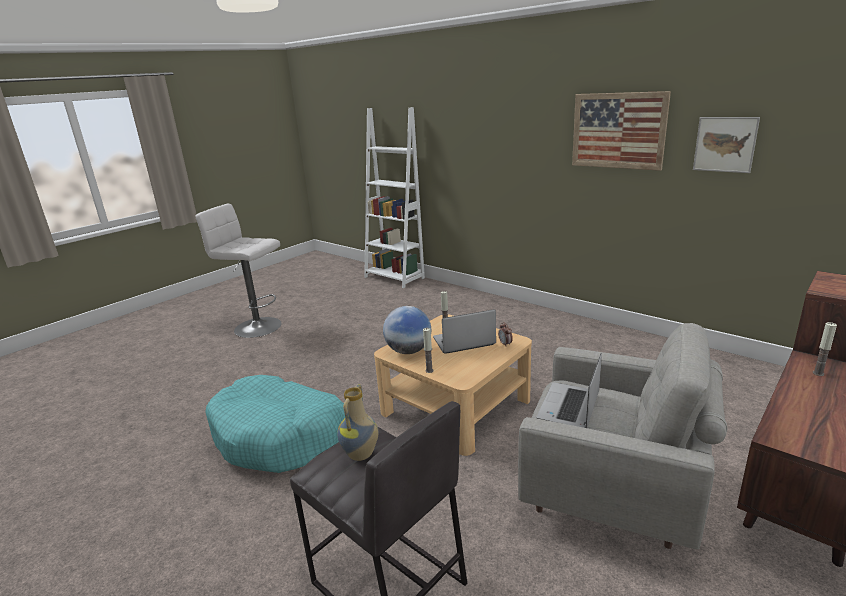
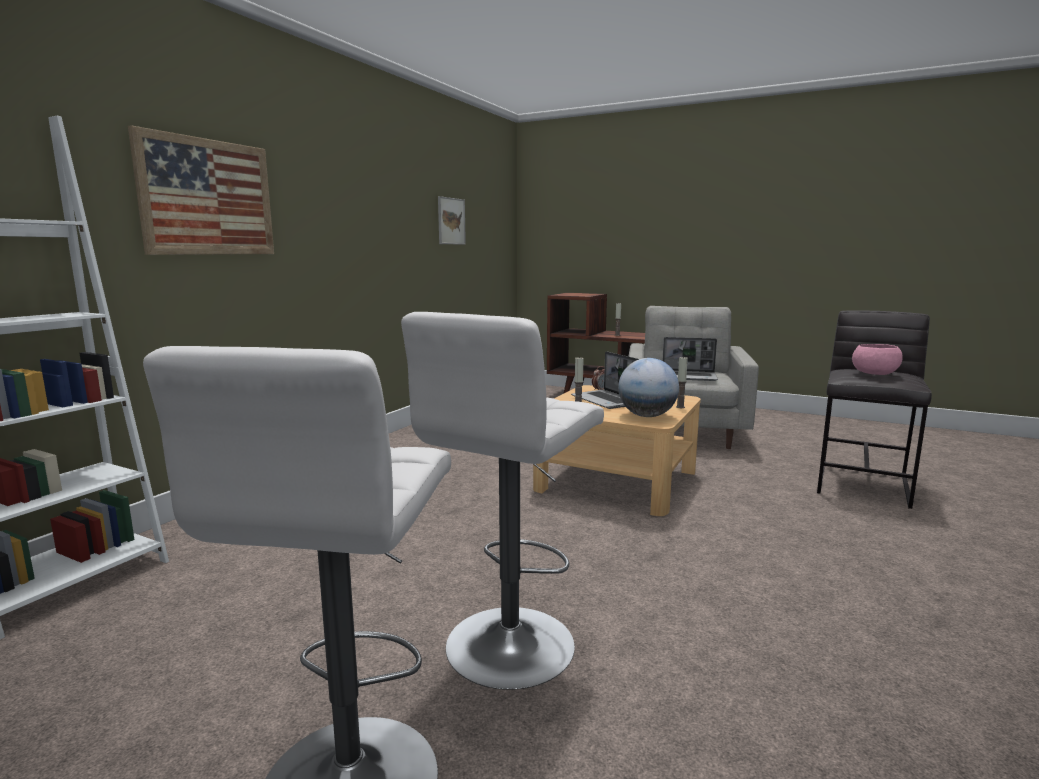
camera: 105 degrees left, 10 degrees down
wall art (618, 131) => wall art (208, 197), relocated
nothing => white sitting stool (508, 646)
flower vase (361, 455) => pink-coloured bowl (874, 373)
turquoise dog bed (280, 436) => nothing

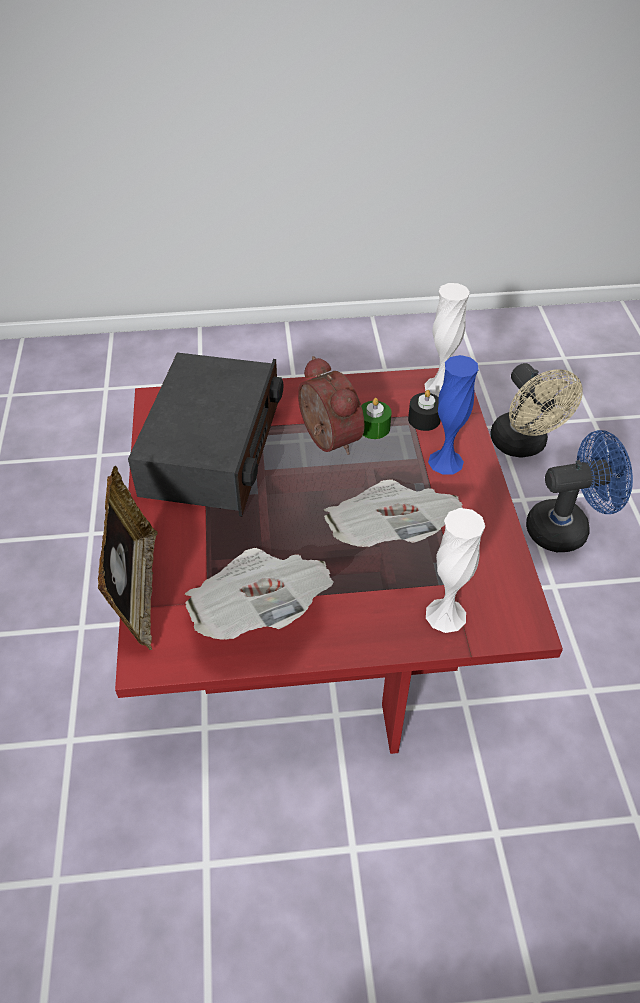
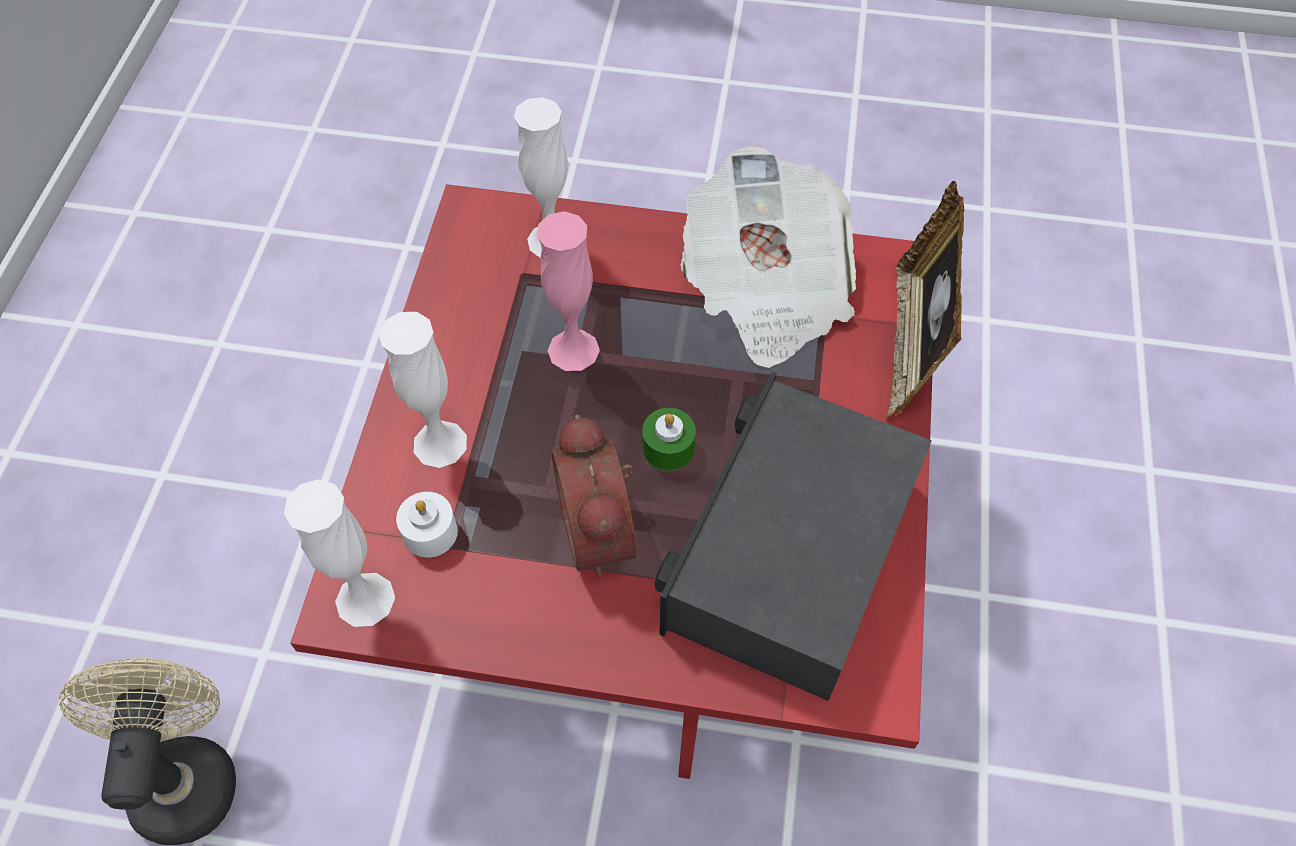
camera: 165 degrees left, 10 degrees up
blue flower vase (445, 462) => white flower vase (440, 443)
black wax candle (424, 419) => white wax candle (430, 532)
printed paper (389, 534) => pink-coloured flower vase (573, 350)
green wax candle (373, 427) => green wax candle (668, 448), relocated
blue fan (566, 527) => nothing

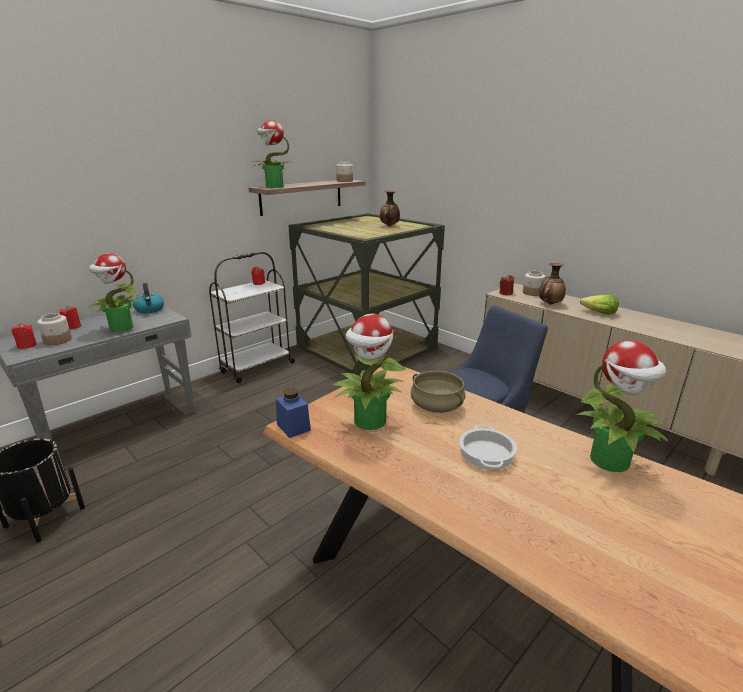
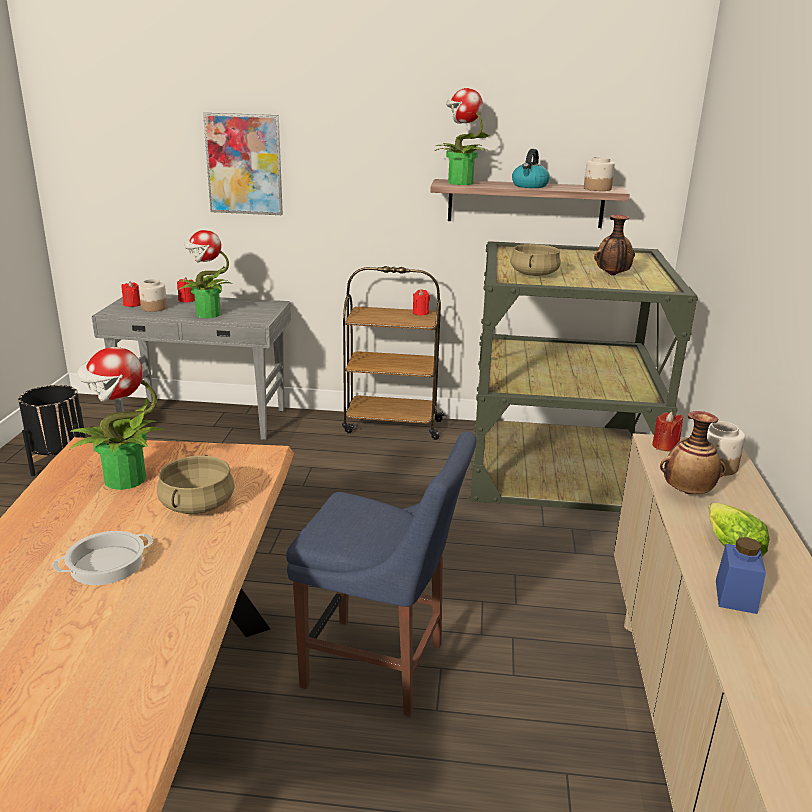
camera: 50 degrees right, 0 degrees up
nothing => wall art (244, 164)
white cart (256, 368) => brownish cart (391, 426)
nothing => sand-coloured cooking pot (534, 274)
water kettle (150, 309) => water kettle (529, 186), relocated
blue jar (293, 427) => blue jar (735, 596), relocated
plant in a pot (611, 461) => nothing

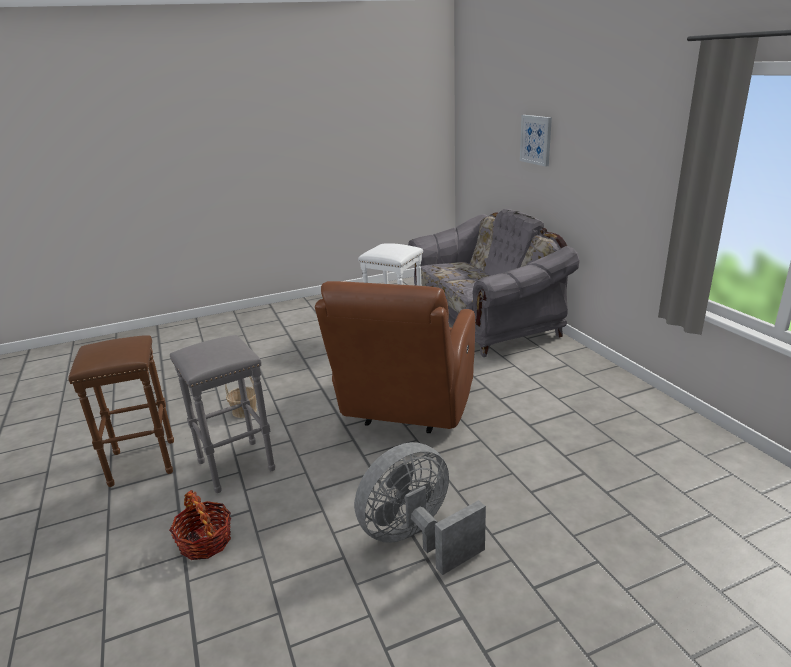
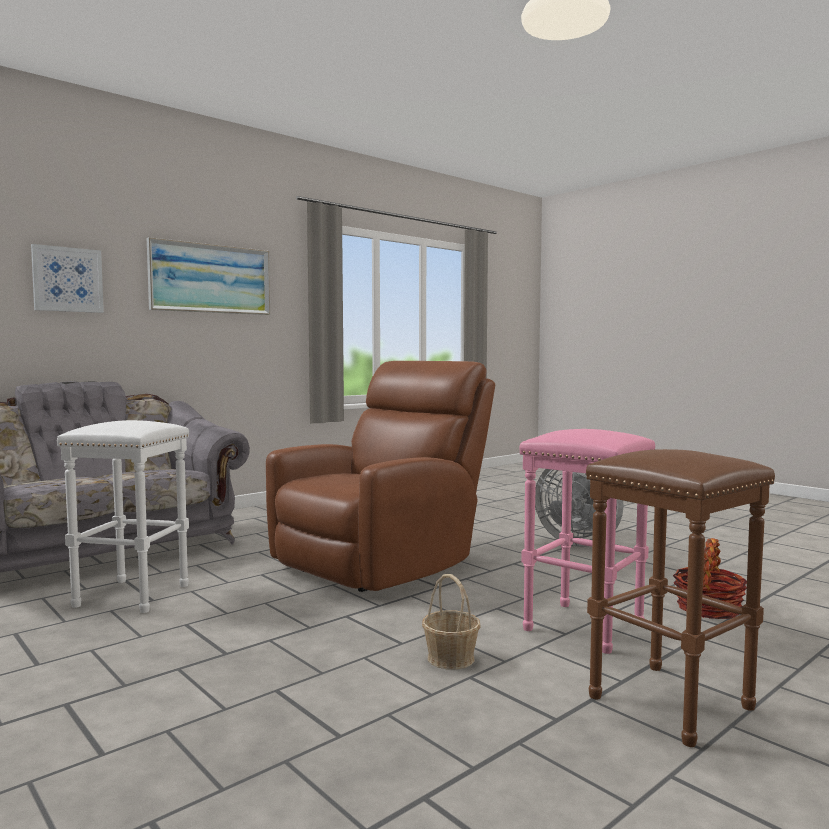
camera: 110 degrees left, 20 degrees down
nothing => wall art (211, 279)
brownish easy chair (406, 409) => brownish easy chair (382, 564), 45 degrees counterclockwise
greyish sitting stool (237, 464) => pink-coloured sitting stool (581, 627)

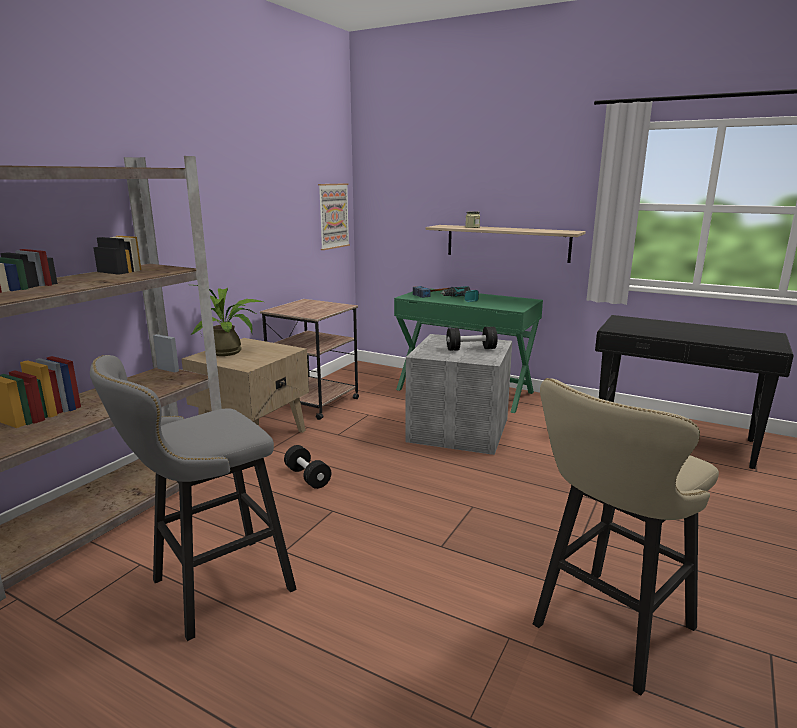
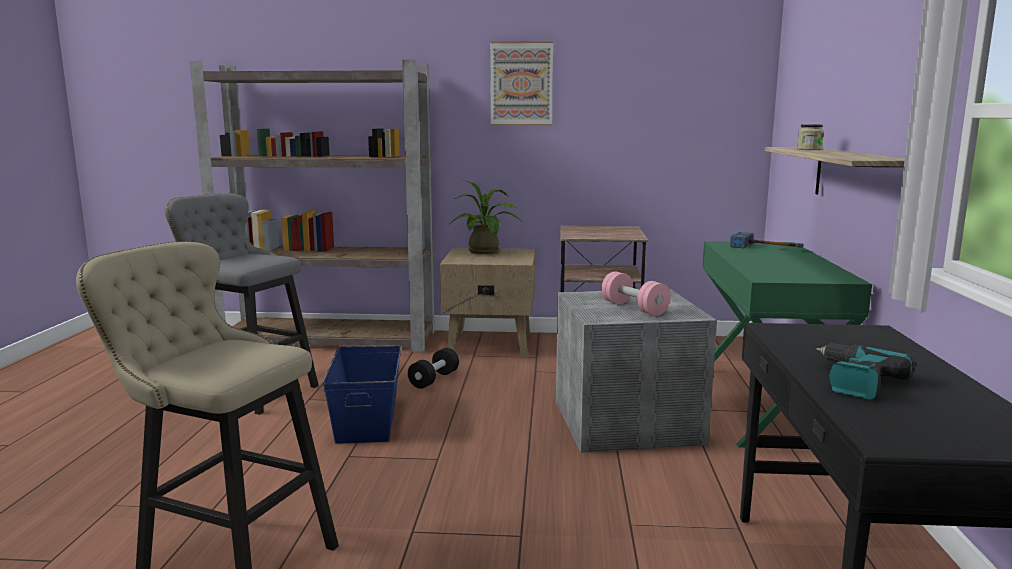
camera: 65 degrees right, 5 degrees down
nothing => blue storage box (368, 419)
wall art (333, 216) => wall art (521, 84), relocated
black dumbbell (471, 349) => pink-coloured dumbbell (634, 308)
drill (460, 299) => drill (854, 381), relocated

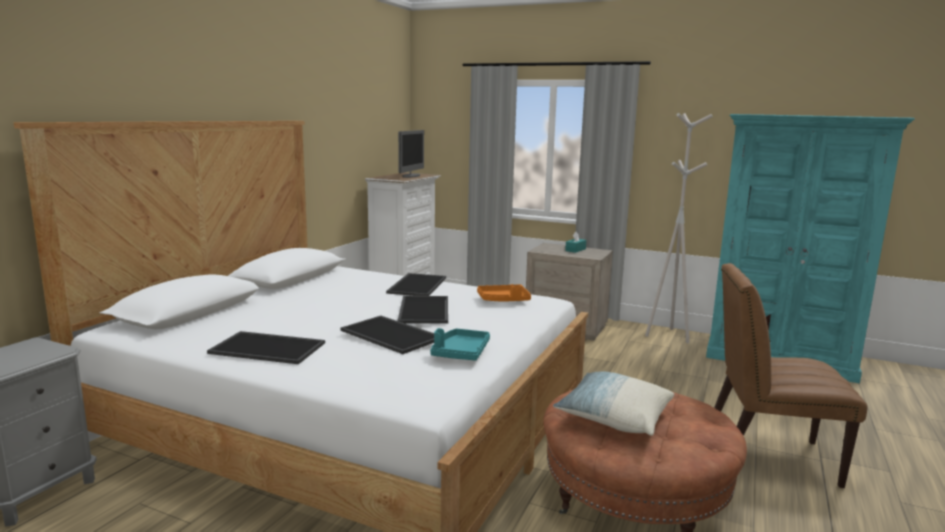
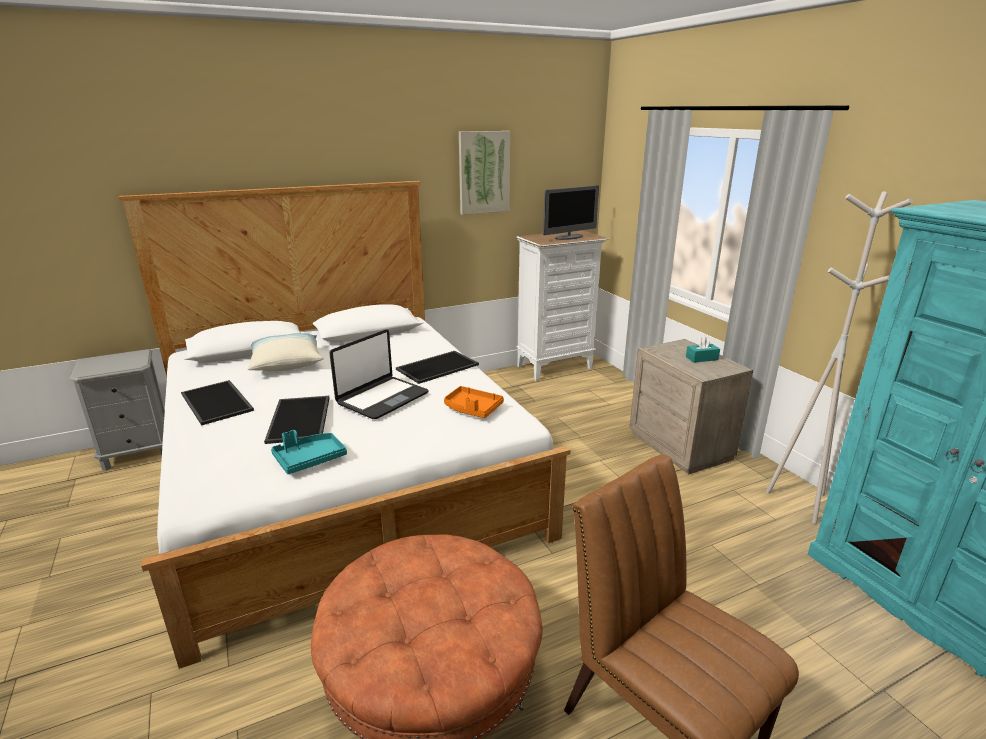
camera: 40 degrees right, 10 degrees up
throw pillow (614, 418) => throw pillow (286, 363), relocated
serving tray (422, 309) => notebook computer (382, 398)
nothing => wall art (484, 172)

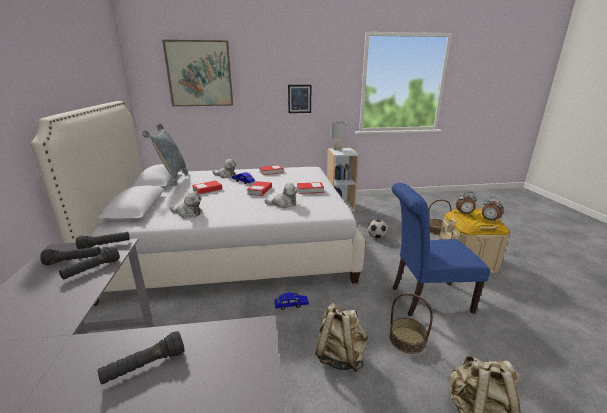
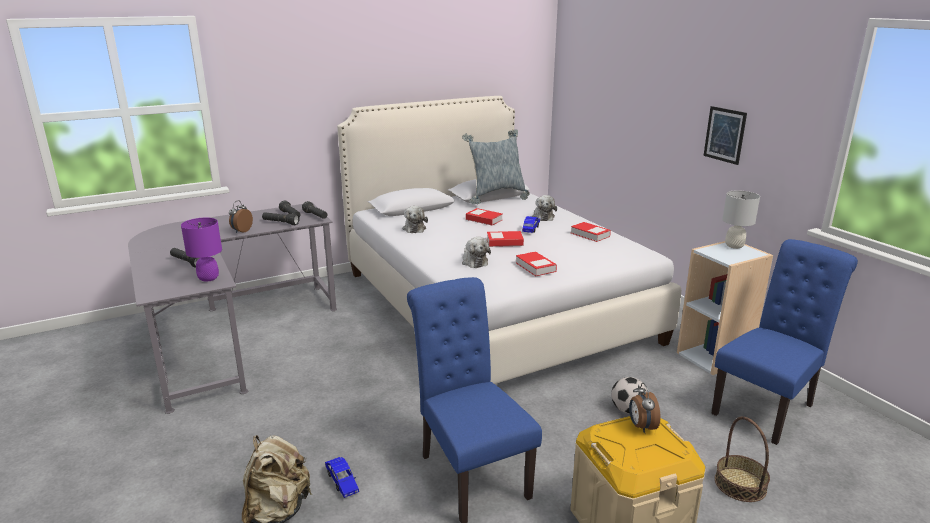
camera: 70 degrees right, 0 degrees up
nothing => purple-coloured lamp for a table (209, 279)
table clock (489, 220) => table clock (241, 231), relocated
blue model car (291, 305) => blue model car (342, 481), relocated
nothing => blue upright chair (767, 407)
wall art (199, 74) => nothing
sand-coloured rucksack (340, 355) => nothing
household basket (407, 339) => nothing

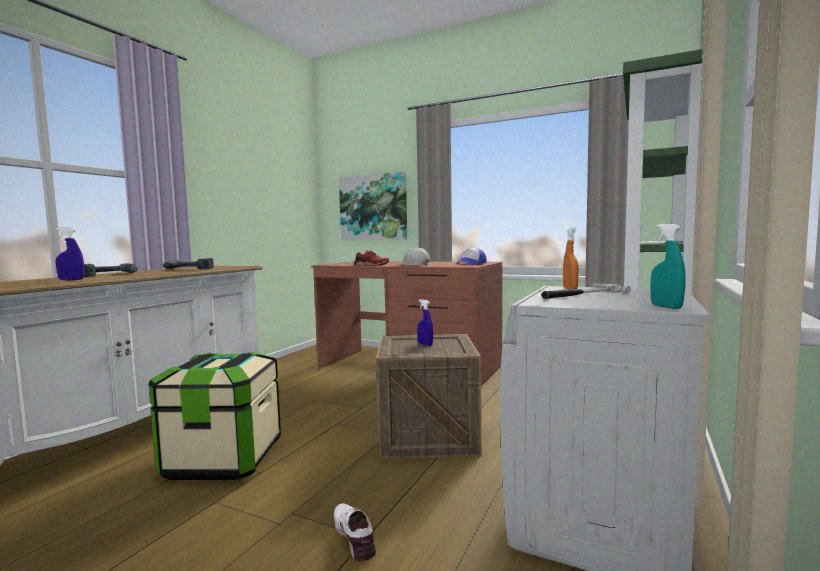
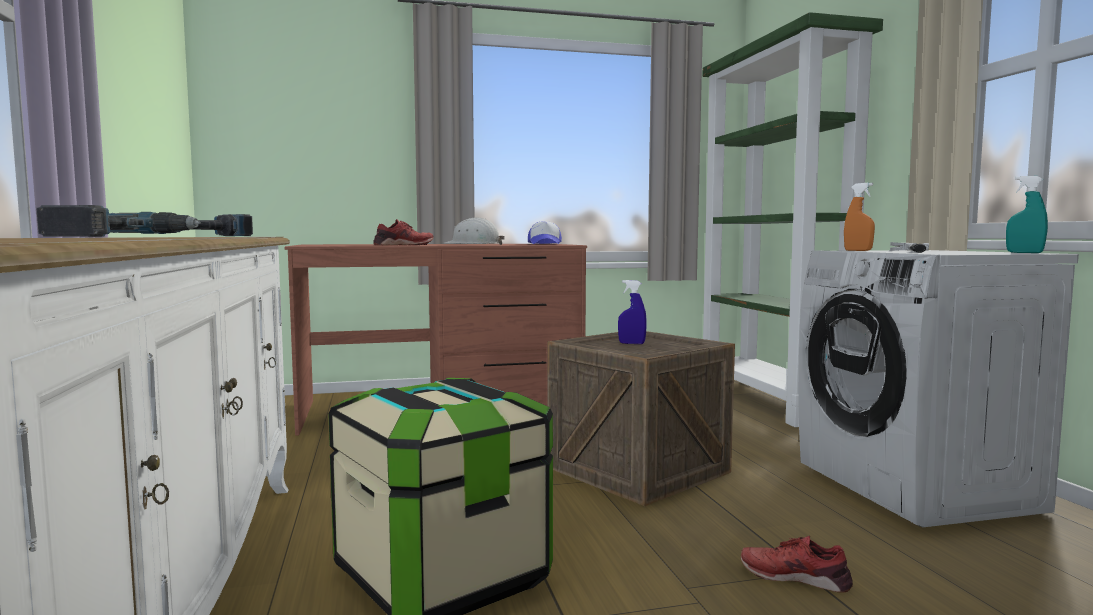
camera: 40 degrees left, 0 degrees up
white item of footwear (355, 536) => red-coloured item of footwear (795, 576)
blue sprayer (71, 279) => nothing
wall art (373, 207) => nothing

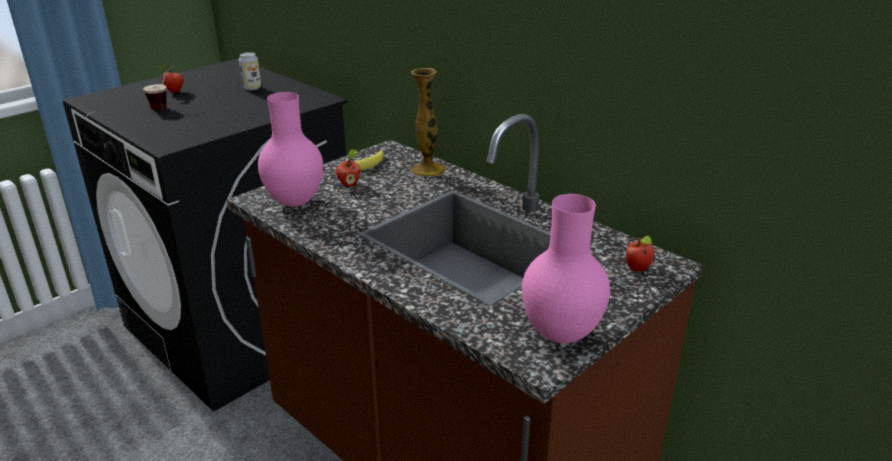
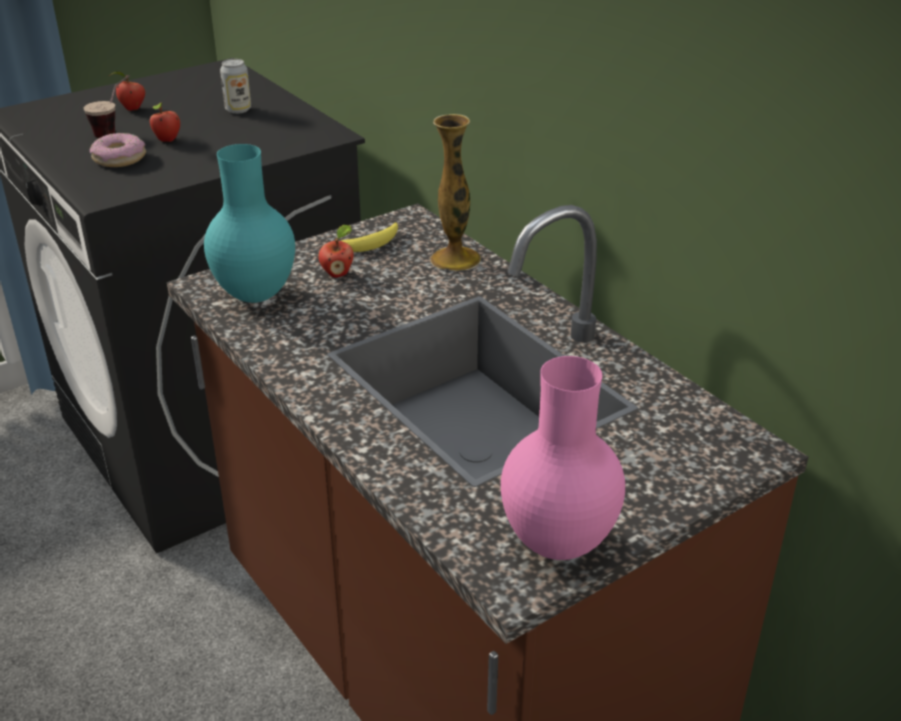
camera: 10 degrees right, 5 degrees up
nothing => donut (119, 158)
apple (638, 269) => apple (168, 140), relocated
pink-coloured flower vase (293, 202) => turquoise flower vase (253, 296)

